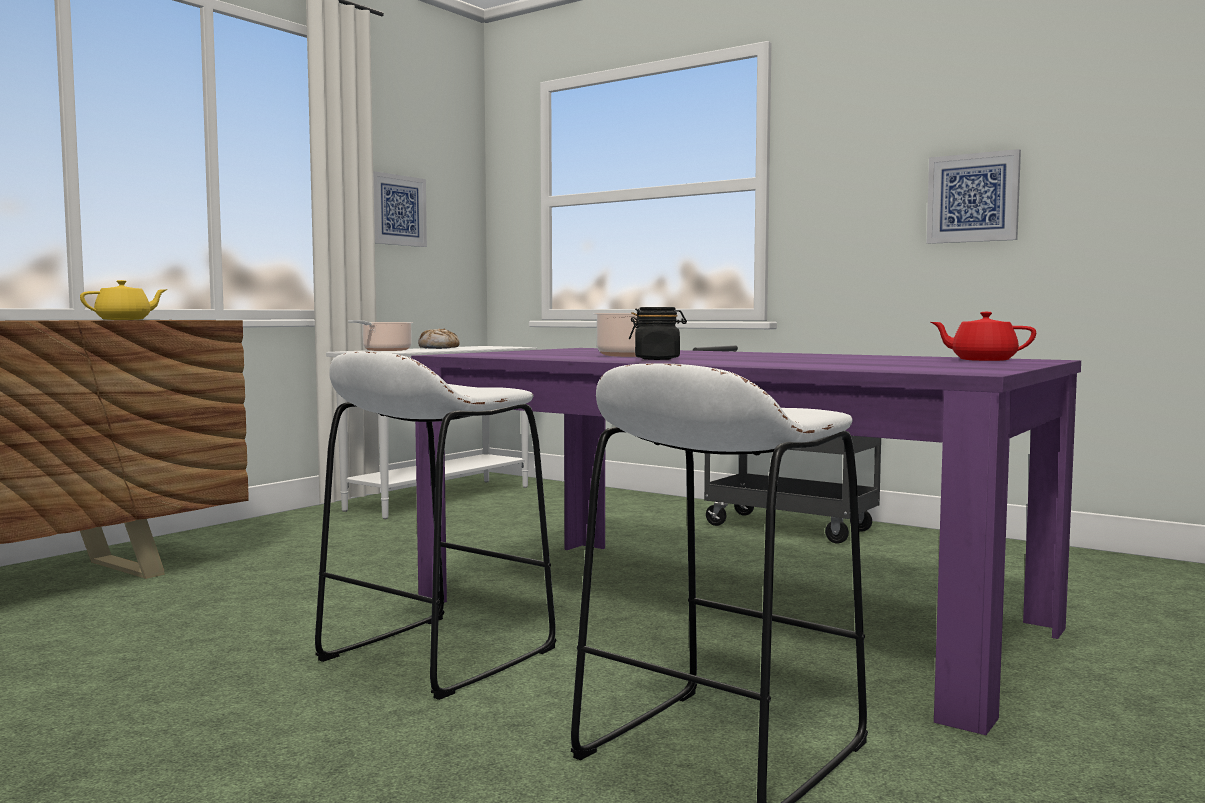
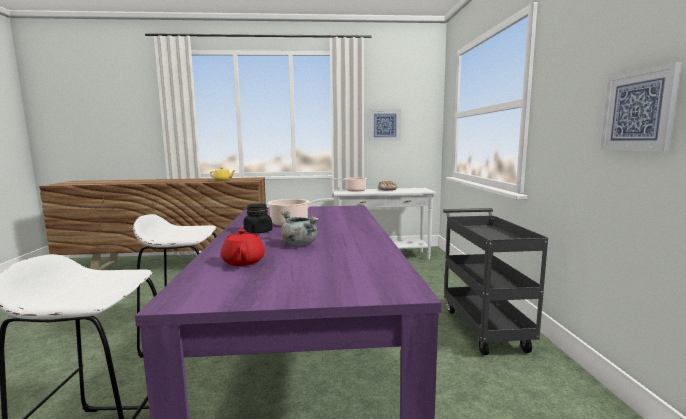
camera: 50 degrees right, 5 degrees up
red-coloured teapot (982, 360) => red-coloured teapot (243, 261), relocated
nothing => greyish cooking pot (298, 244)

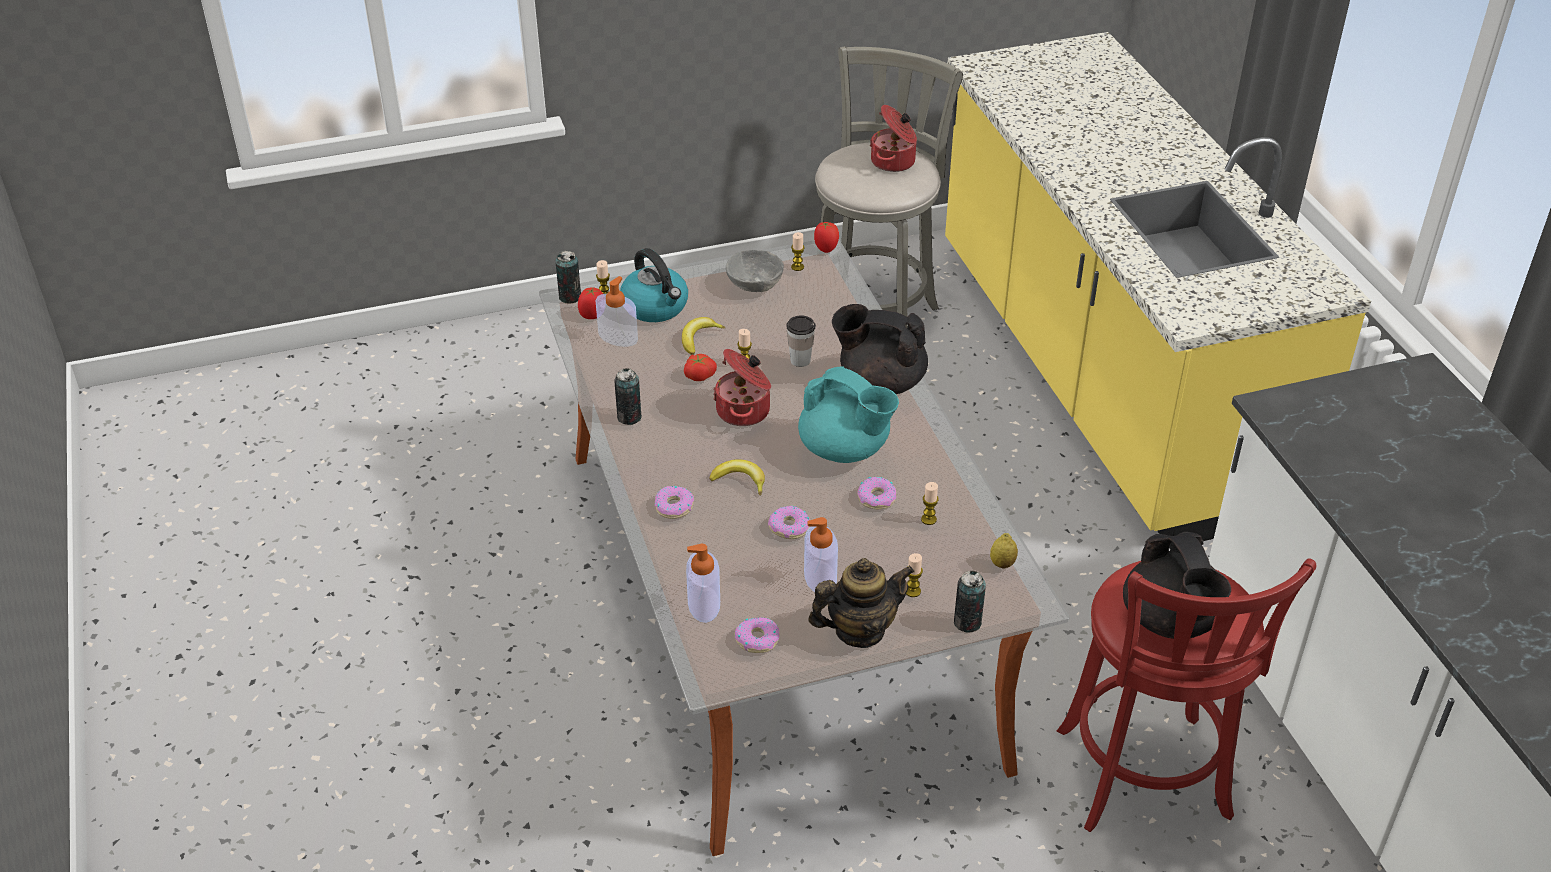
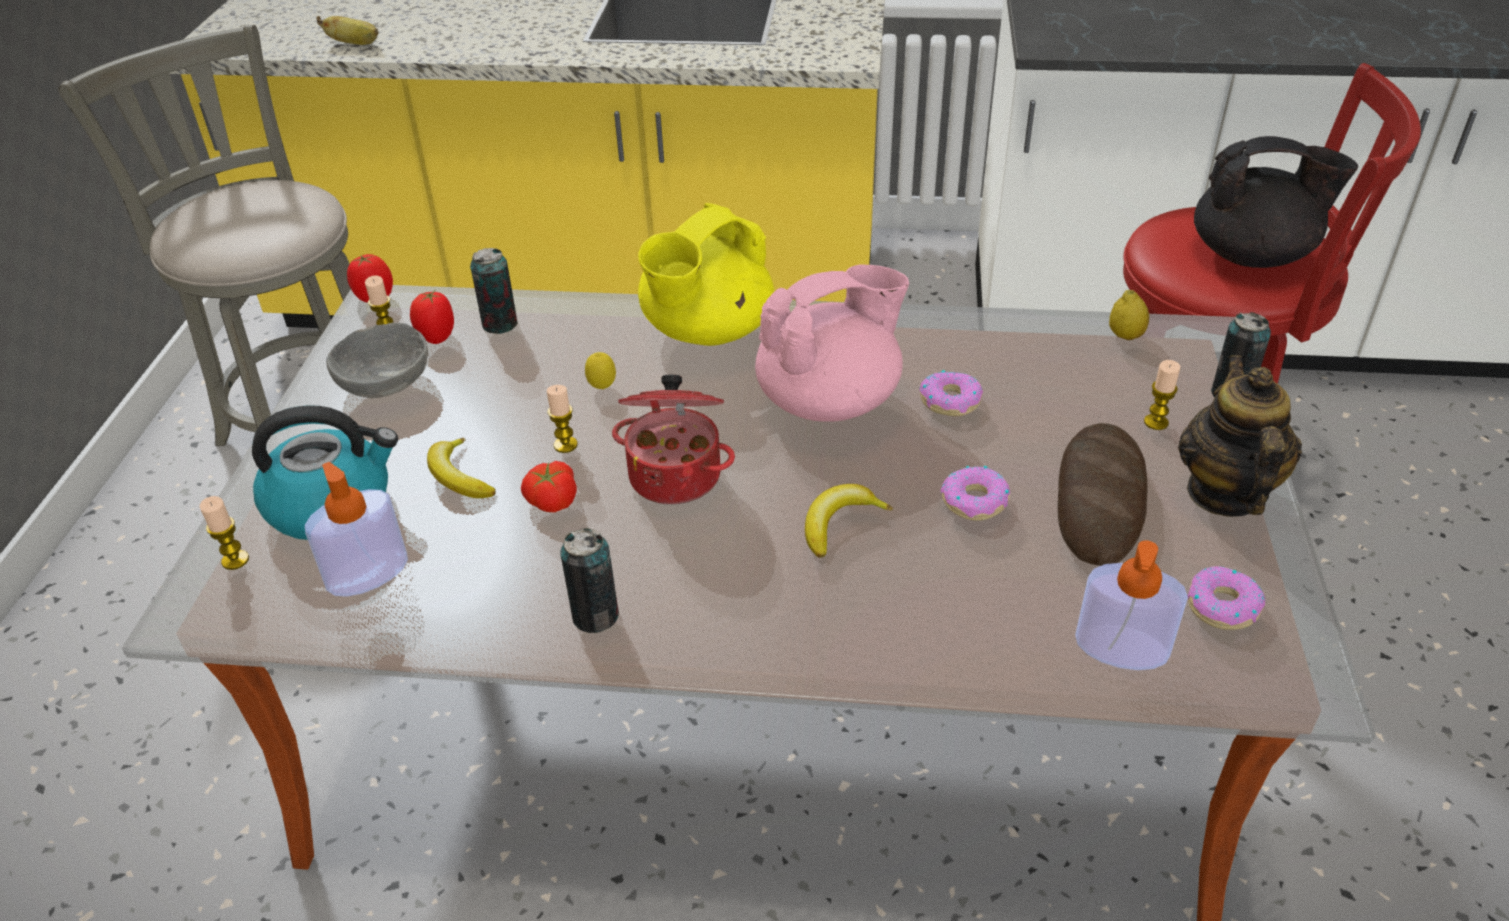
camera: 65 degrees left, 0 degrees up
nothing => banana fruit (355, 44)
tomato (593, 315) => tomato (437, 337), relocated
sealed can (570, 297) => sealed can (500, 324), relocated
small cup (800, 360) => lemon (602, 388)
black teapot (880, 381) => yellow teapot (706, 332)
turquoise teapot (845, 449) => pink-coloured teapot (830, 401)
liquid soap bottle (820, 577) => baked bread (1099, 500)
donut (673, 507) => nothing
cooking pot (894, 162) => nothing
wax candle (928, 519) => nothing

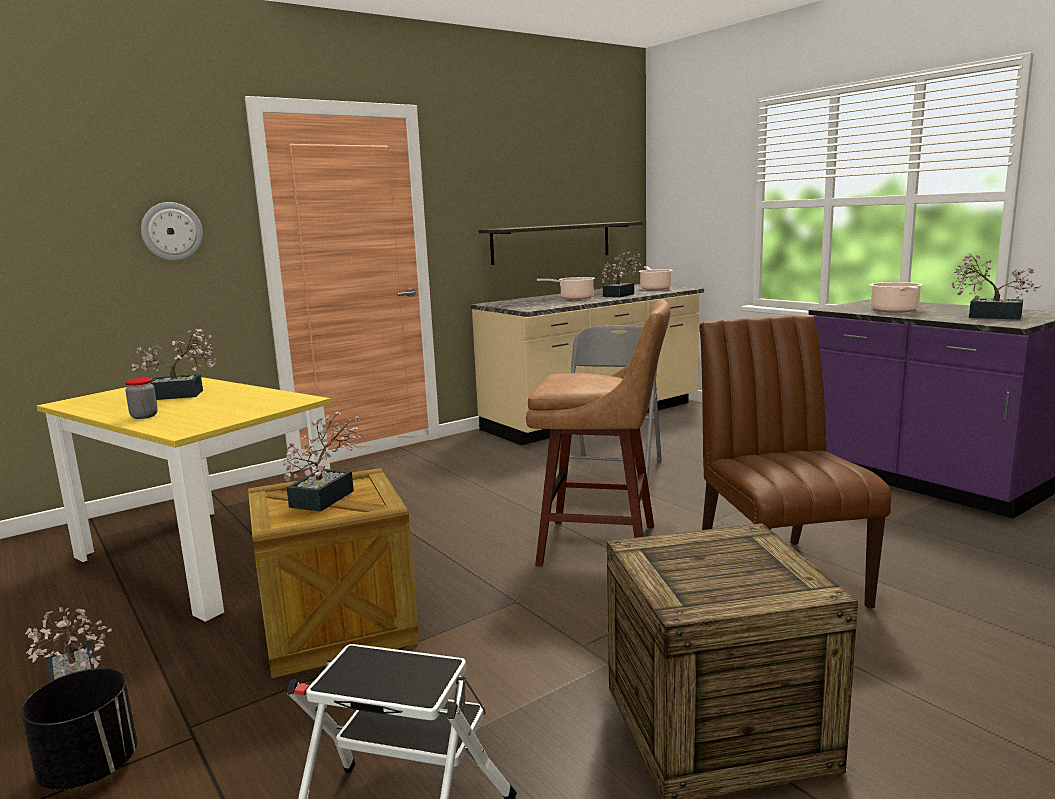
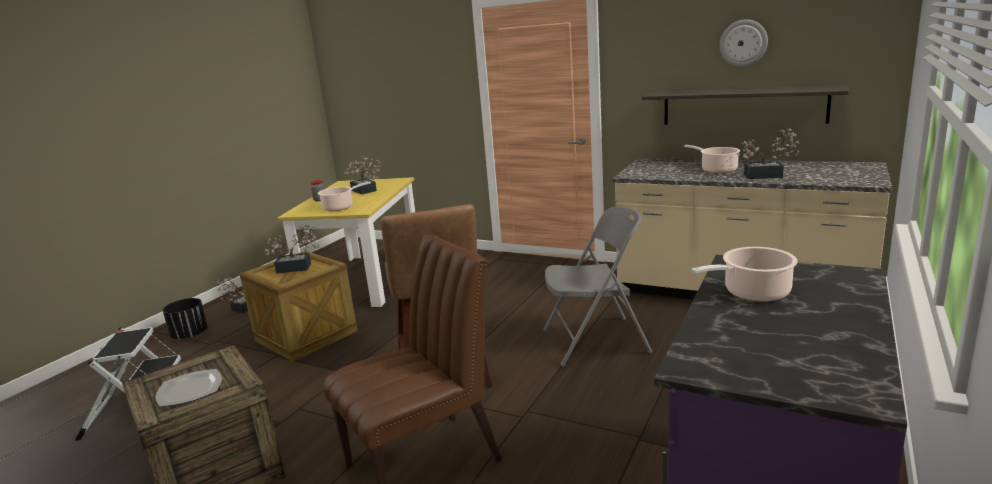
camera: 65 degrees right, 5 degrees up
nothing => plate (189, 390)
cooking pot (654, 288) => cooking pot (340, 207), relocated
clock on the wall (172, 231) => clock on the wall (743, 43), relocated
plant in a pot (988, 316) => nothing

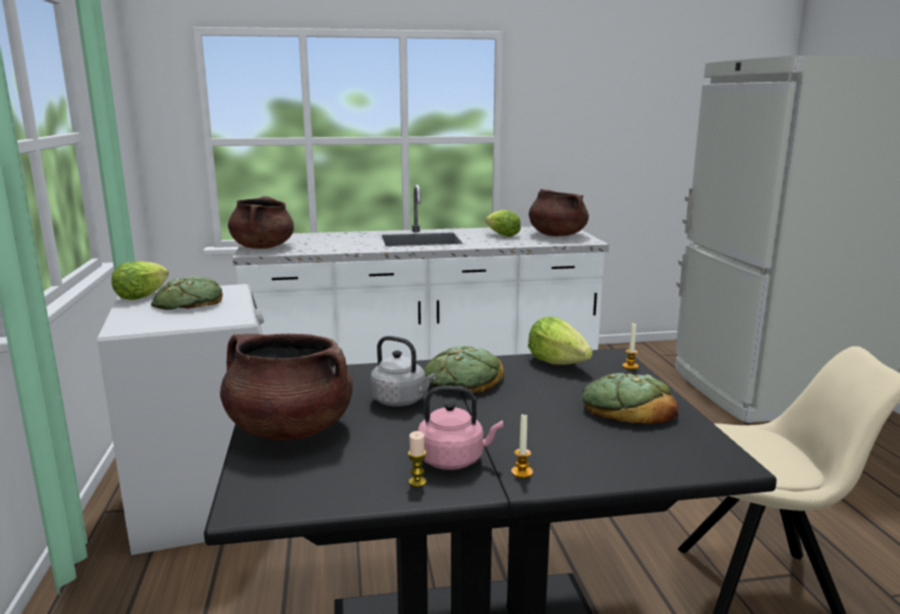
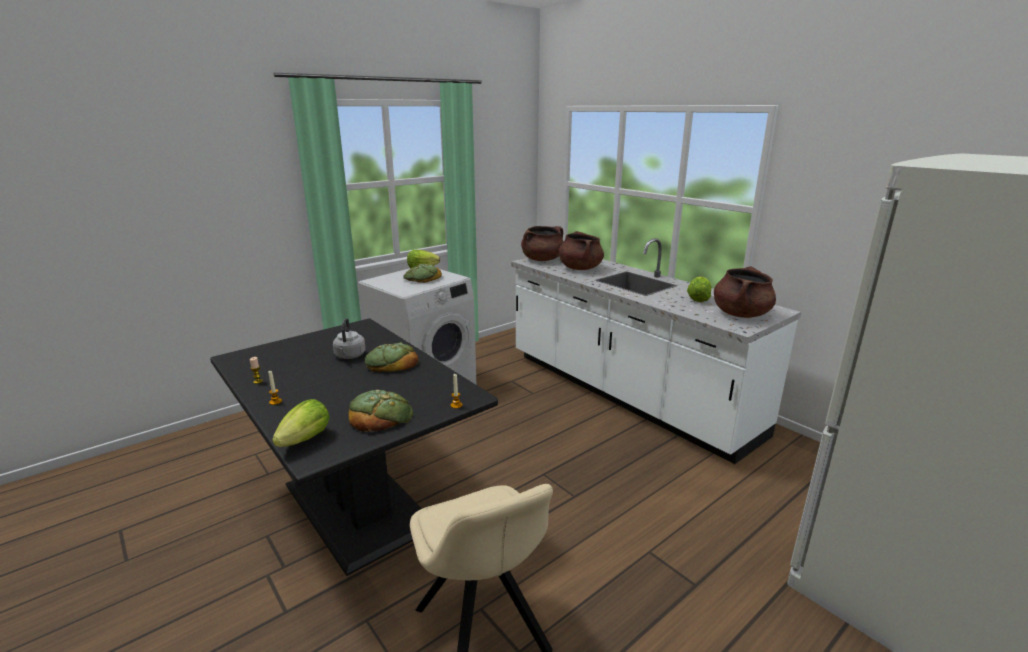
camera: 60 degrees right, 5 degrees up
lettuce (557, 362) => lettuce (305, 439), relocated
brownish cooking pot (289, 429) => brownish cooking pot (580, 268), relocated
pink-coloured water kettle (454, 460) => nothing

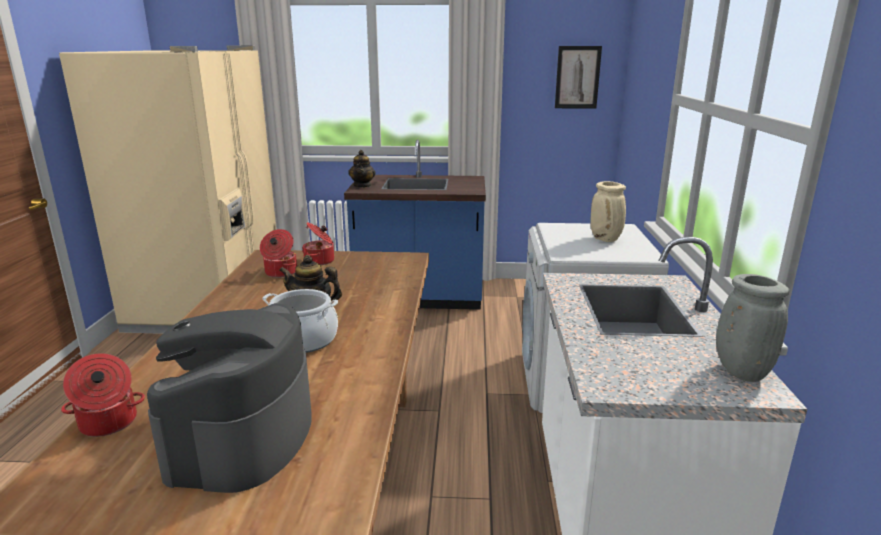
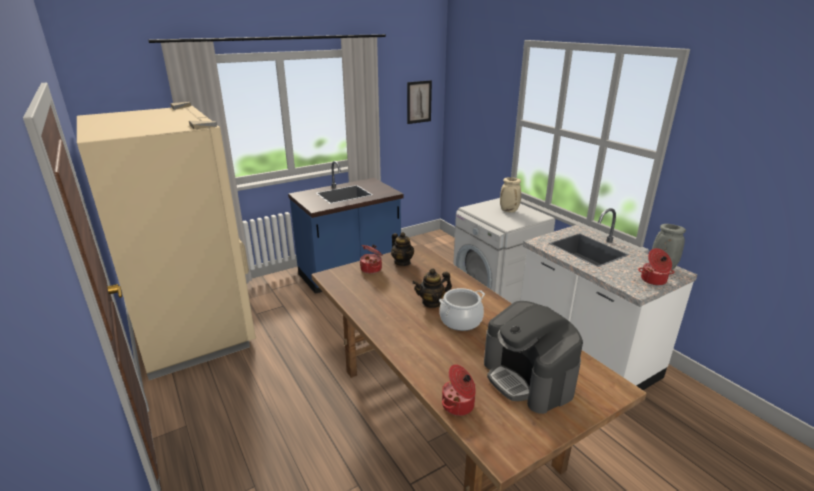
camera: 35 degrees left, 5 degrees up
teapot (362, 185) => teapot (402, 262), relocated
cooking pot (280, 273) => cooking pot (653, 280), relocated

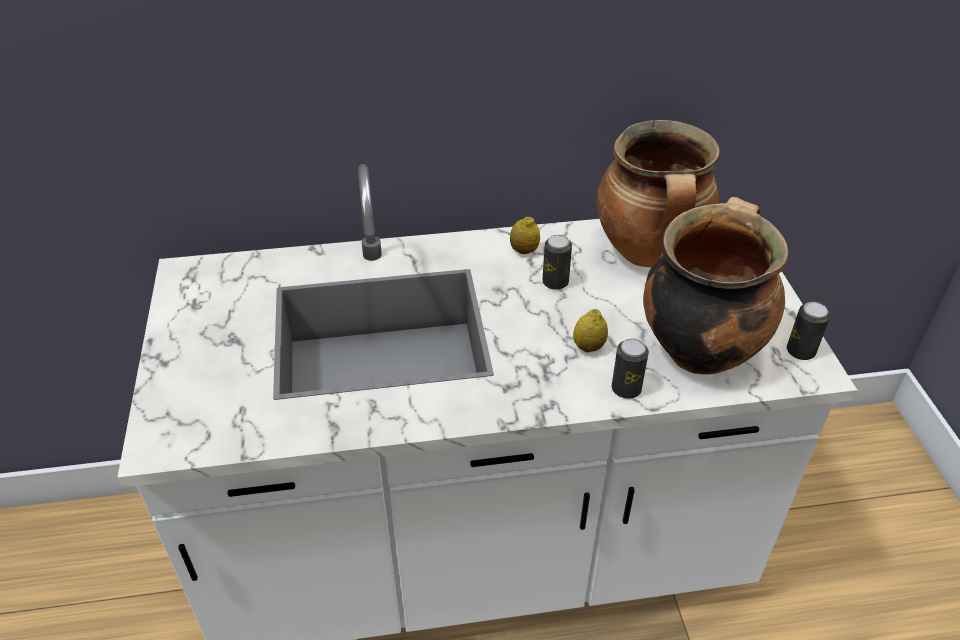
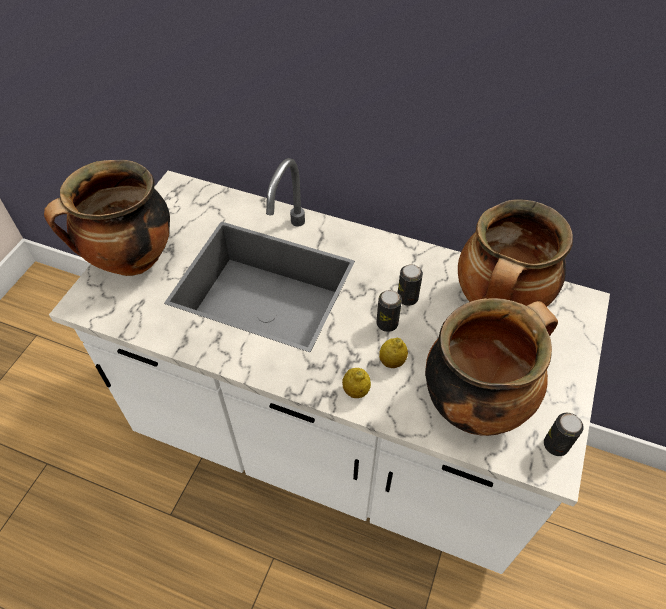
camera: 30 degrees right, 10 degrees up
nothing => cooking pot (131, 261)
lemon (524, 250) => lemon (356, 391), relocated
sealed can (626, 389) => sealed can (387, 323), relocated

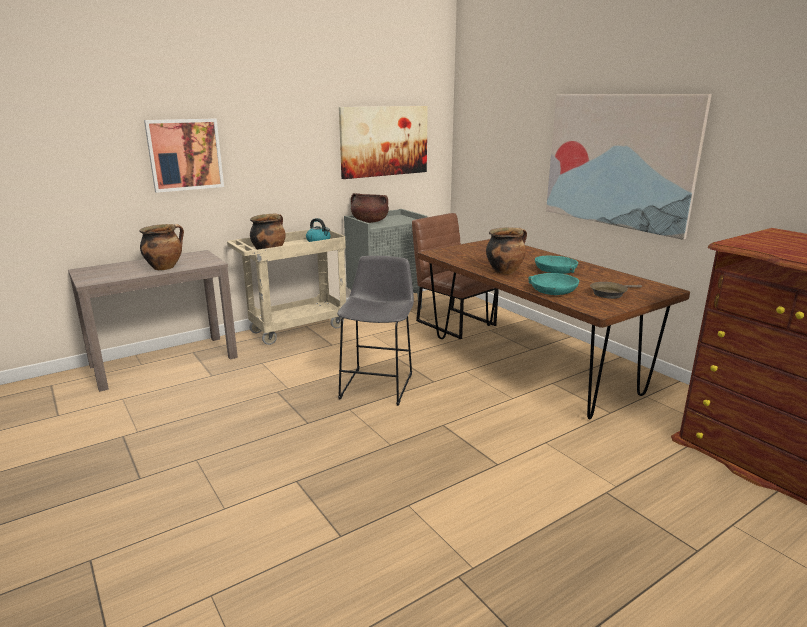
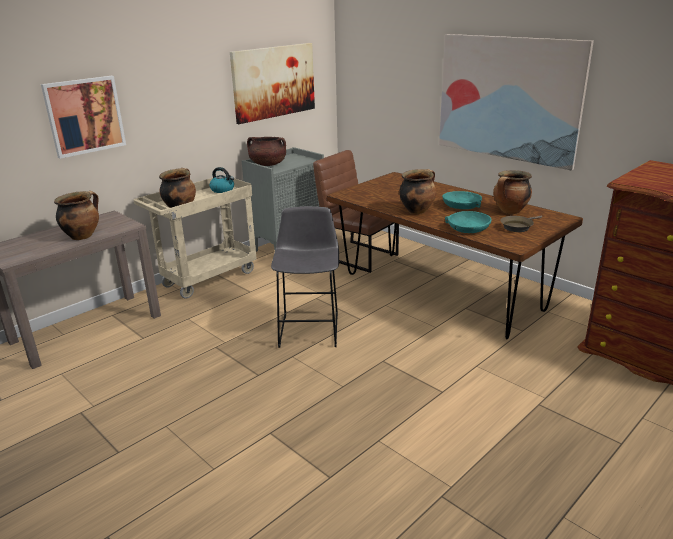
camera: 10 degrees left, 5 degrees up
nothing => cooking pot (510, 211)

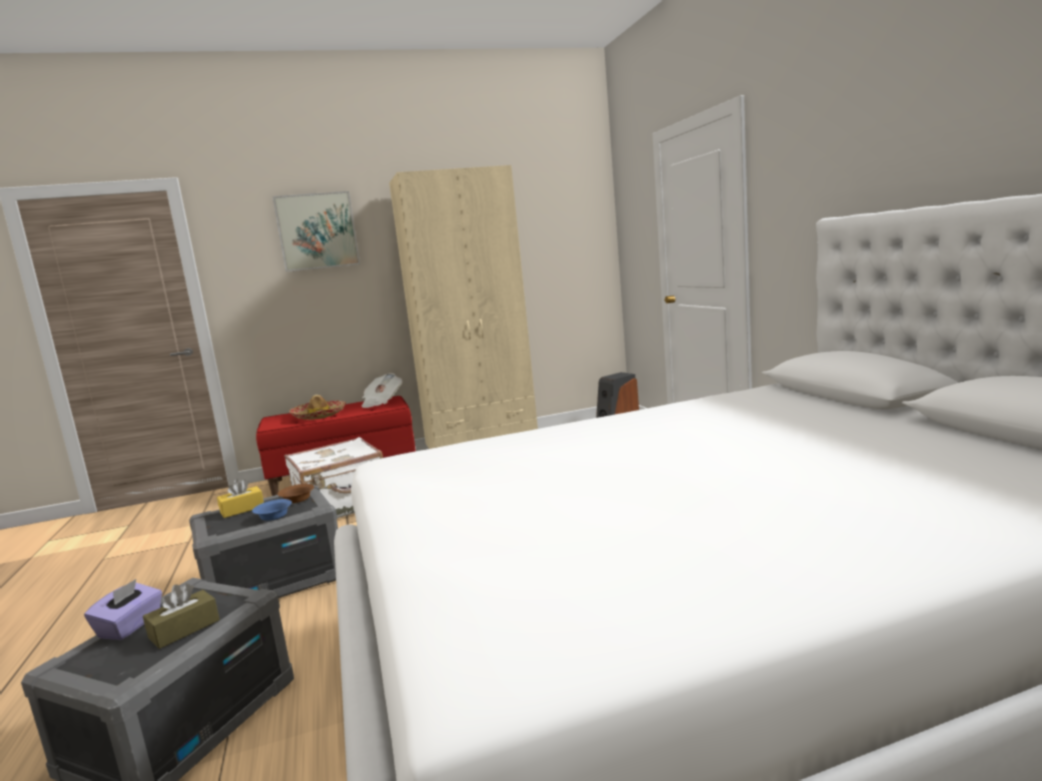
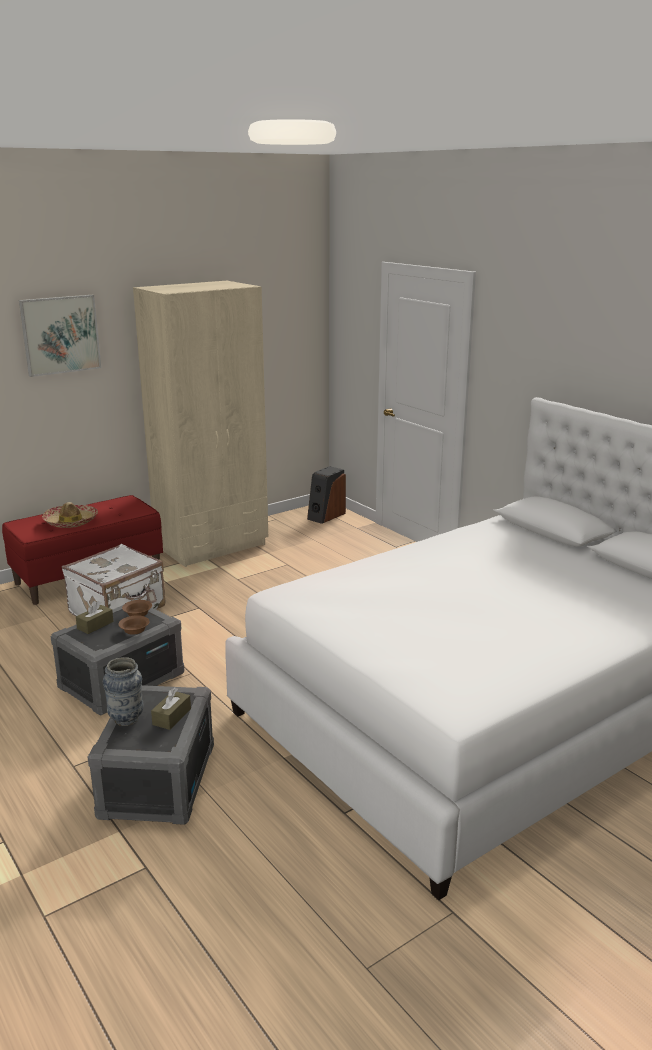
camera: 20 degrees left, 10 degrees up
yellow tissue box (242, 509) => brownish tissue box (95, 625)
purple-coloured tissue box (131, 626) => flower vase (126, 719)
blue bowl (274, 516) => brownish bowl (135, 630)
printed paper (381, 402) => nothing

